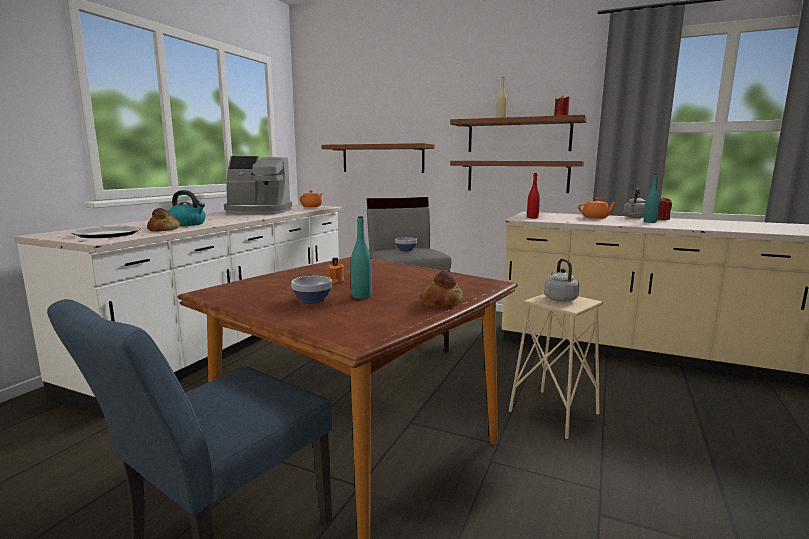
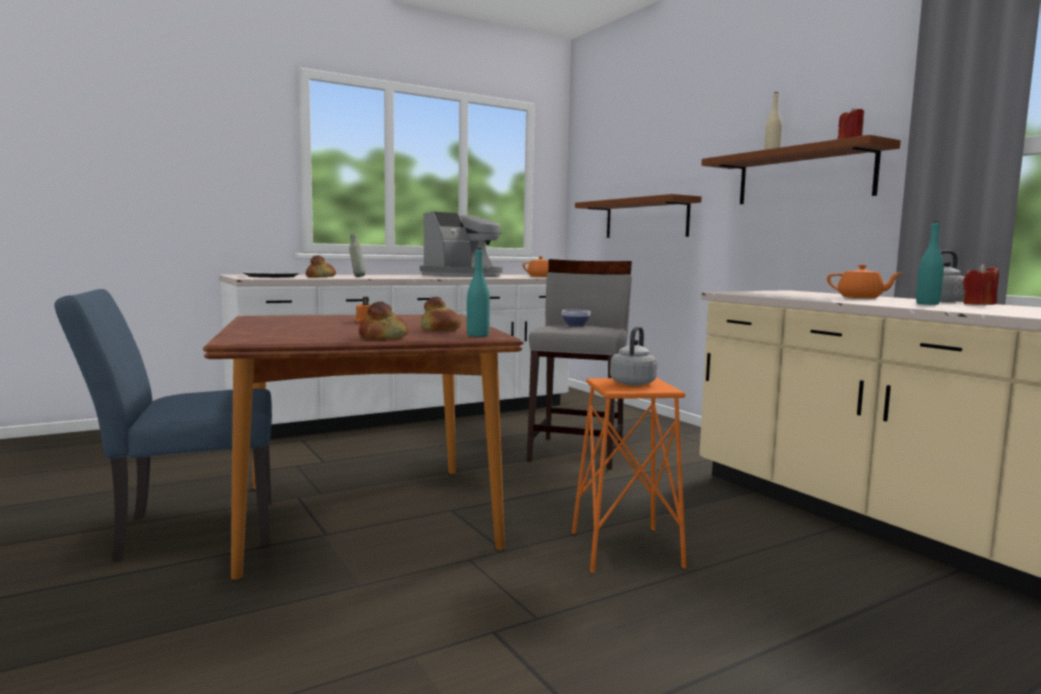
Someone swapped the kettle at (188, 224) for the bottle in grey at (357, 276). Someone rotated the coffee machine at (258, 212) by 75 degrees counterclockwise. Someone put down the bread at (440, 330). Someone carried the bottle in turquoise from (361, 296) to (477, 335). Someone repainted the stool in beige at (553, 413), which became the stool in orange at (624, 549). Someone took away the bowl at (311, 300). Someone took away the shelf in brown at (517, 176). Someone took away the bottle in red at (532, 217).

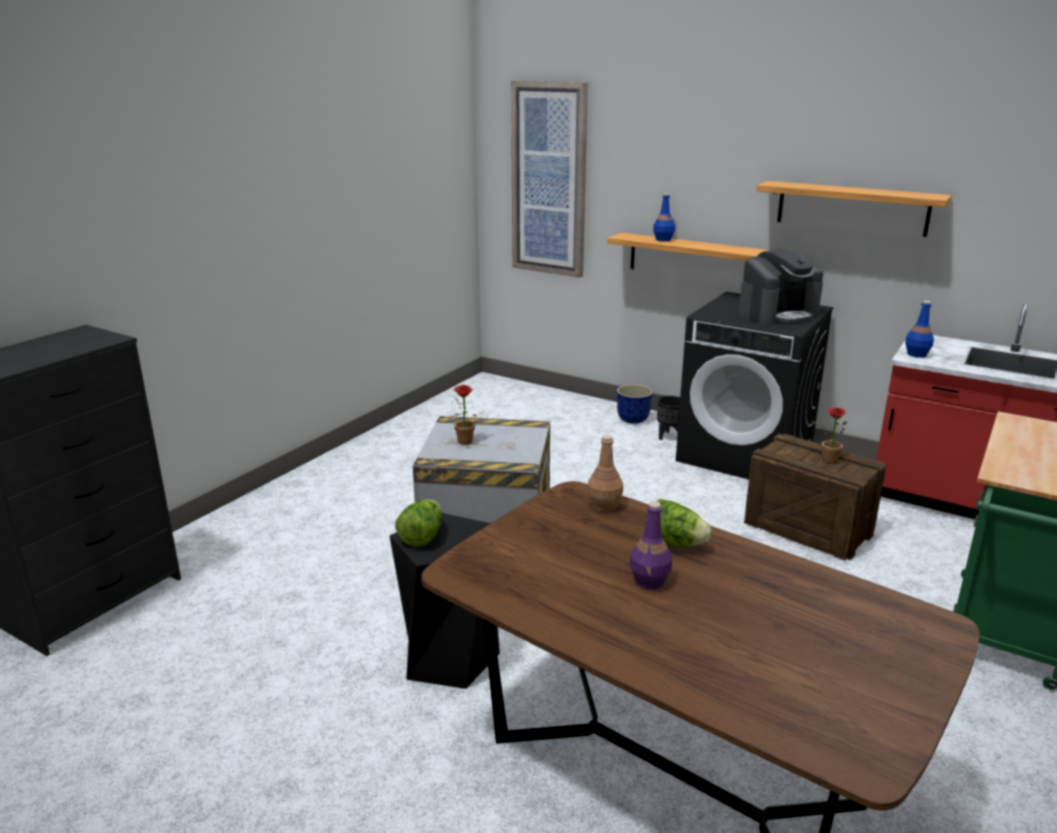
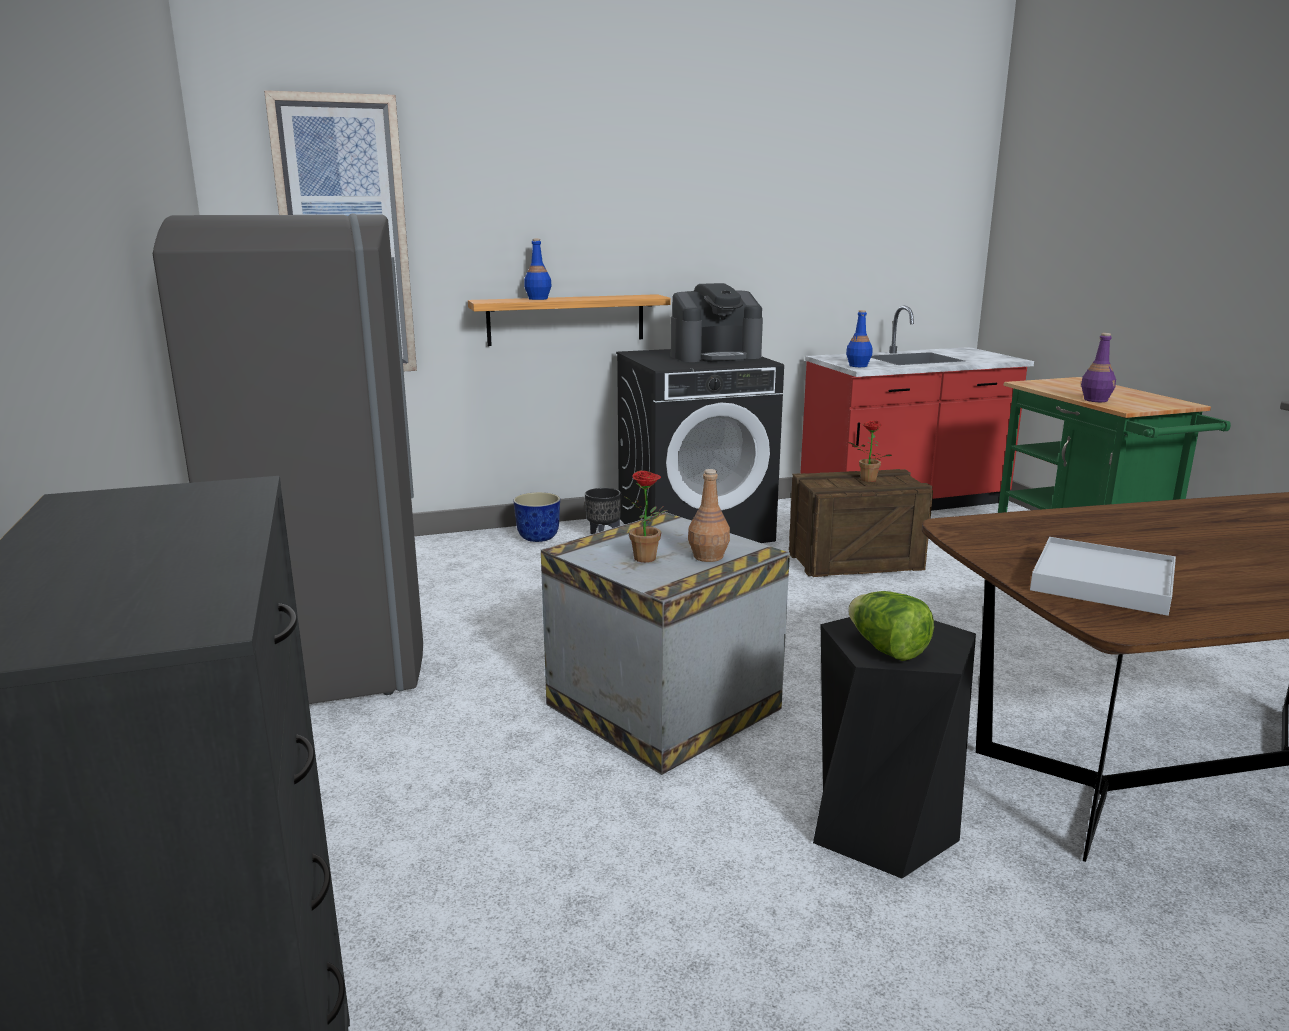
Someone put down the fridge in grey at (329, 655). Someone rotated the coffee machine at (778, 314) by 60 degrees clockwise. Someone carried the bottle in brown from (604, 505) to (708, 557). Someone put down the tray in white at (1103, 582). Someone carried the bottle in purple from (650, 581) to (1095, 400). Someone took away the lettuce at (674, 544). Someone took away the shelf at (852, 208).

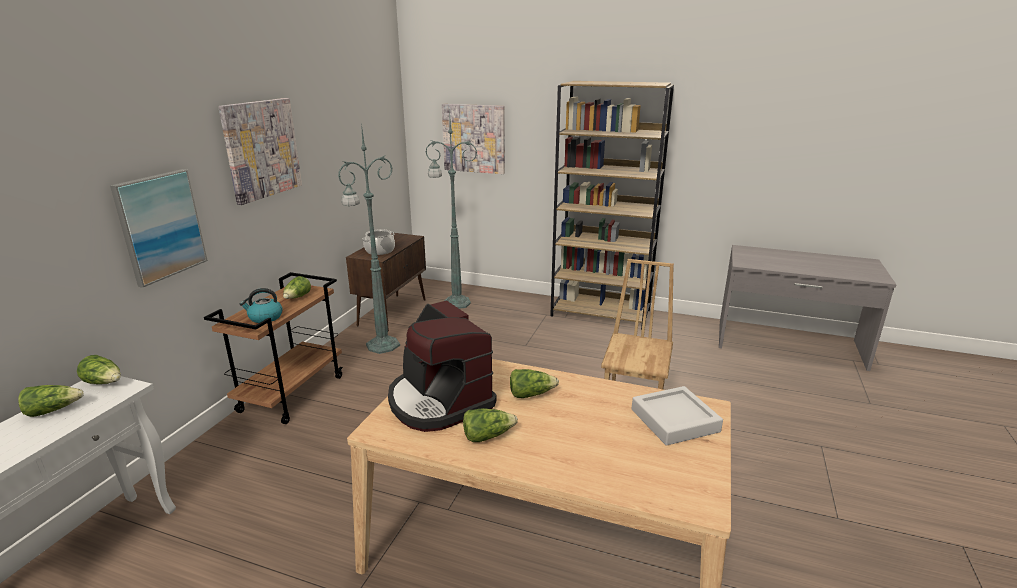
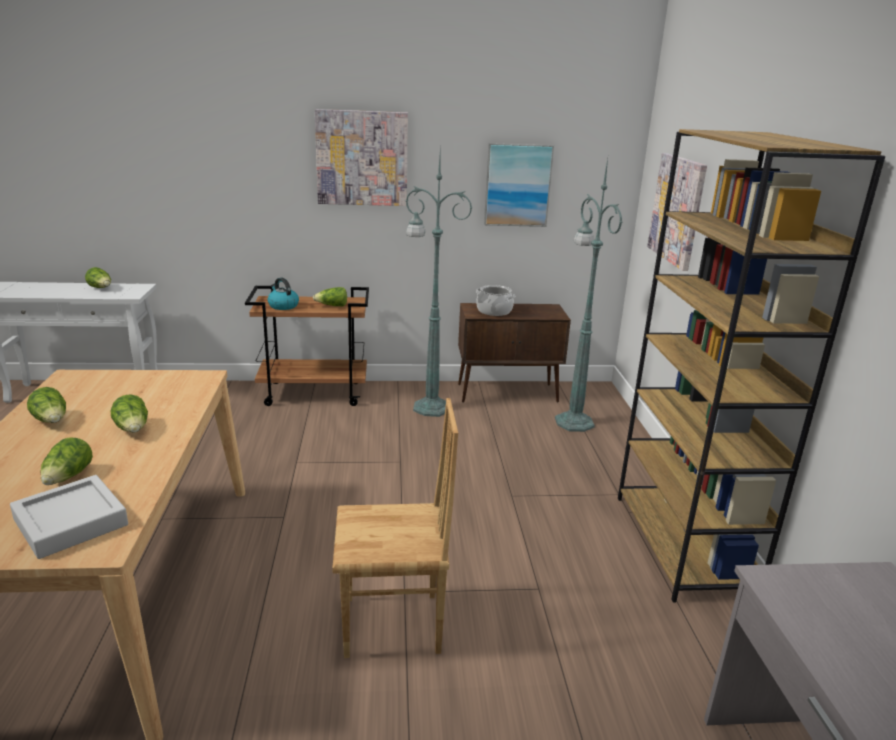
Someone carried the lettuce from (104, 382) to (68, 477). Someone carried the picture from (160, 226) to (517, 185). Someone took away the coffee machine at (439, 401).

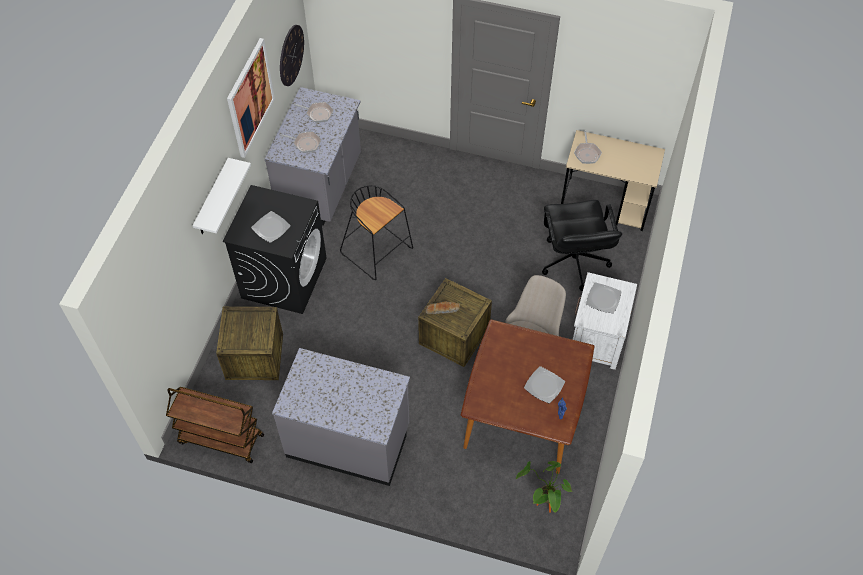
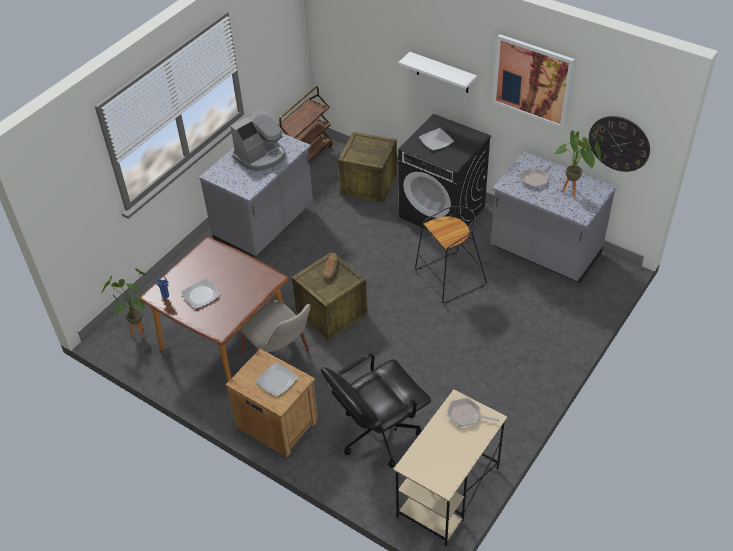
Someone repainted the nightstand in white at (596, 339), which became the nightstand in brown at (276, 423). Someone put down the coffee machine at (261, 156). Someone rotated the office chair in black at (573, 262) by 45 degrees counterclockwise. Someone swapped the frying pan at (318, 113) for the potted plant at (574, 193).

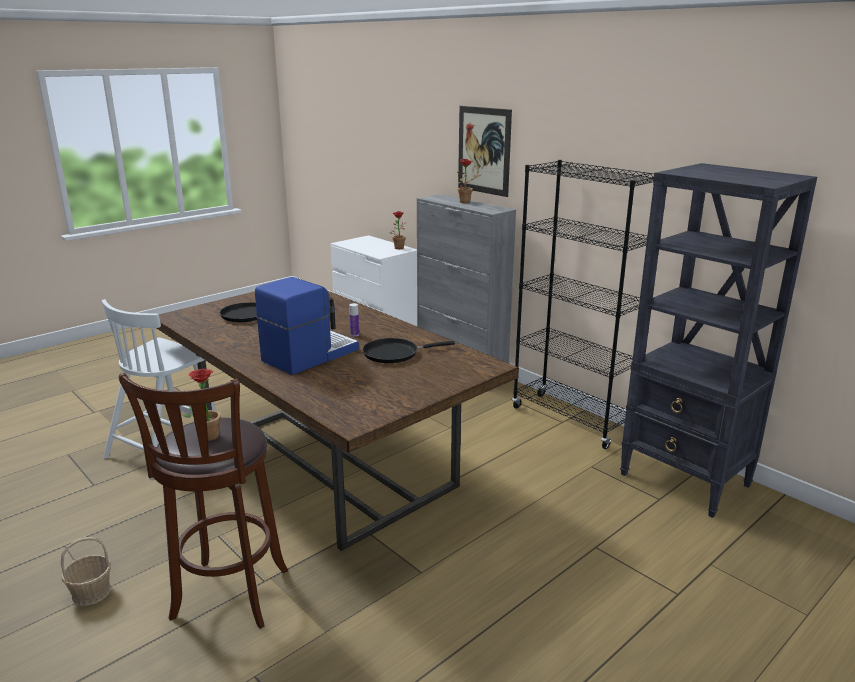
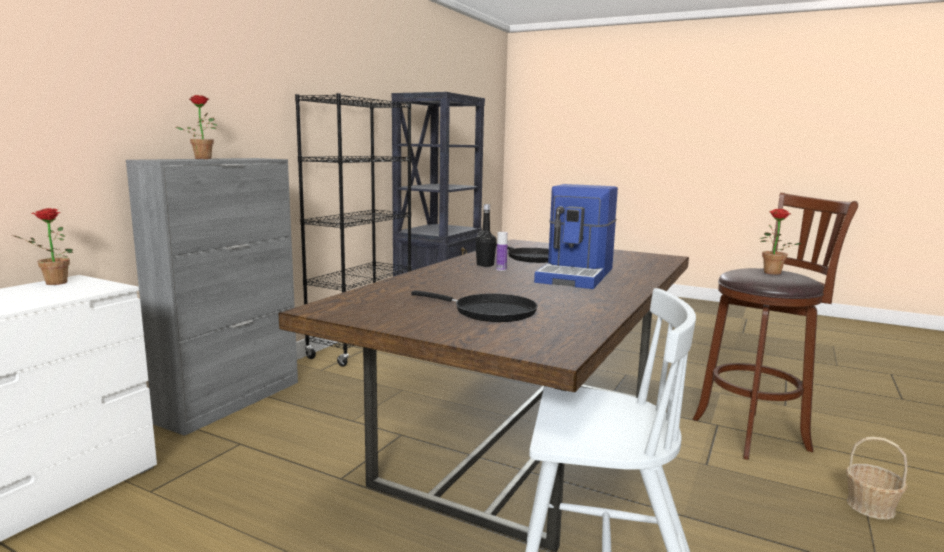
Someone put down the bottle in black at (485, 265). Someone rotated the coffee machine at (309, 355) by 90 degrees counterclockwise. Someone took away the picture at (484, 150).

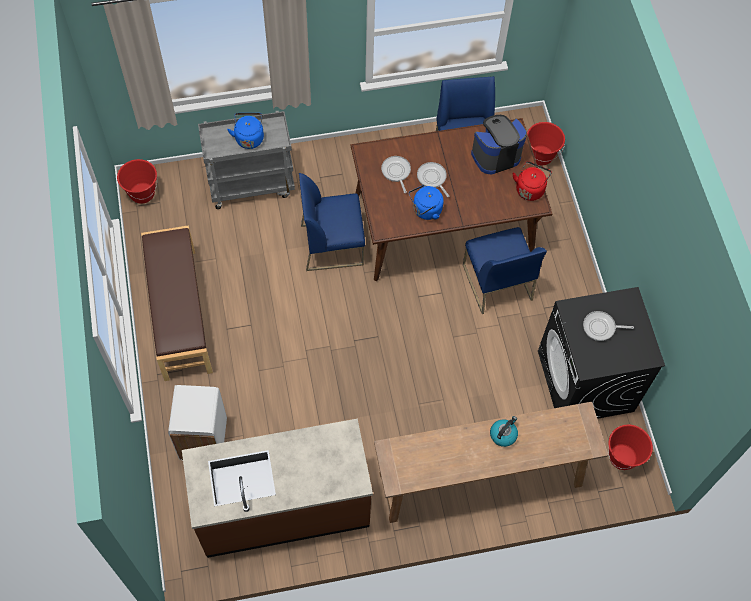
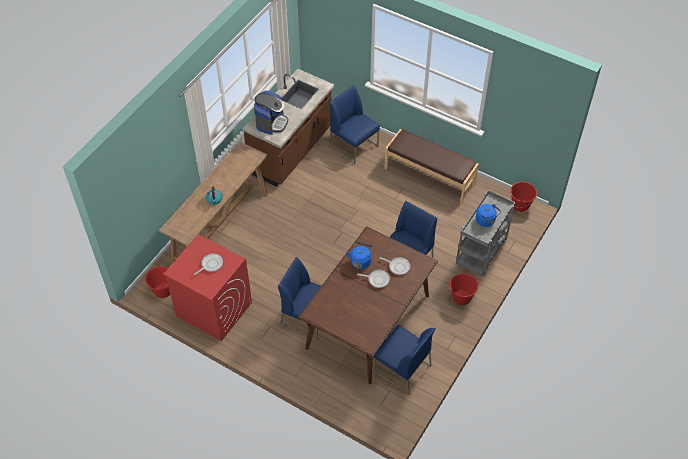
Someone repainted the washing machine in black at (585, 381), which became the washing machine in red at (213, 309). Someone carried the coffee machine from (495, 155) to (271, 122). Someone swapped the trash can in white at (203, 440) for the chair in blue at (354, 145). Someone carried the bucket in red from (541, 155) to (461, 298). Someone took away the kettle in red at (530, 188).

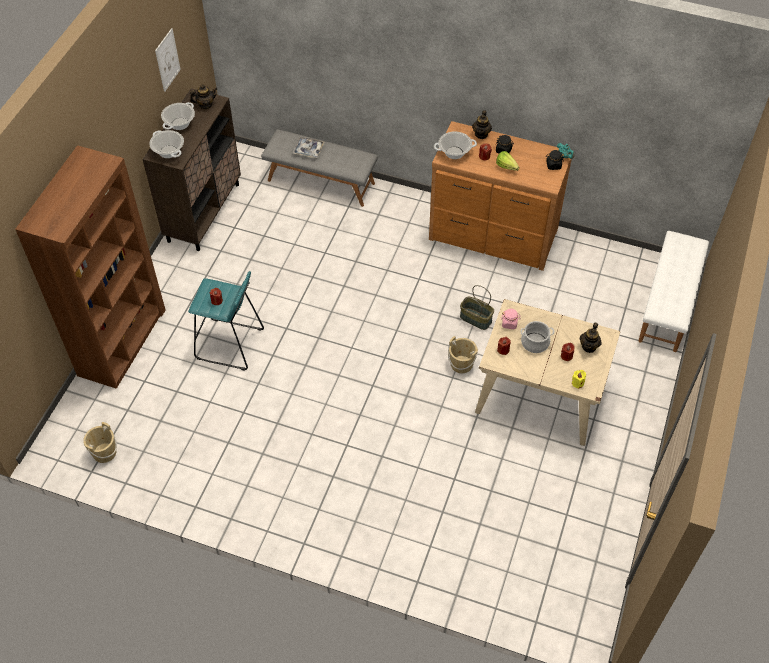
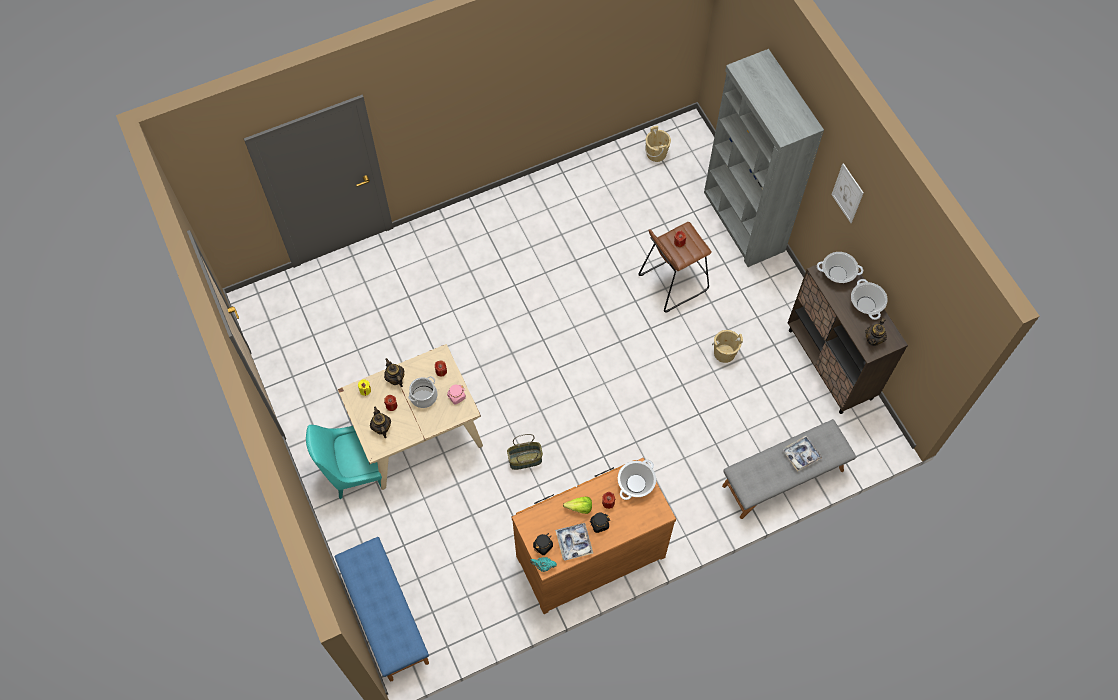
Someone put down the chair in turquoise at (354, 471). Someone repainted the bench in white at (669, 304), which became the bench in blue at (385, 616). Someone carried the teapot from (481, 134) to (395, 378). Someone put down the tray at (574, 543). Someone repainted the stool in turquoise at (230, 344), which became the stool in brown at (672, 282). Someone repainted the bookcase in brown at (122, 342), which became the bookcase in grey at (743, 222). Someone carried the bucket in beige from (461, 364) to (724, 353). Someone carried the picture from (167, 60) to (847, 193).

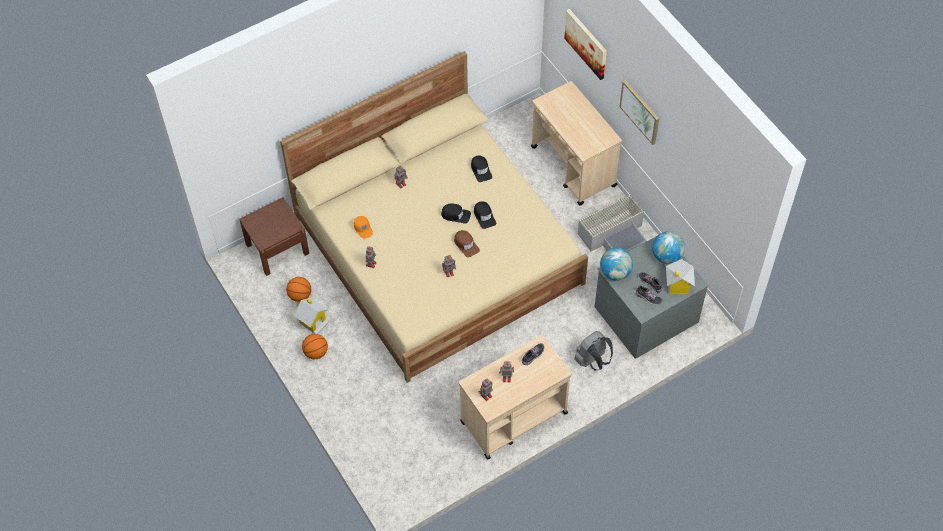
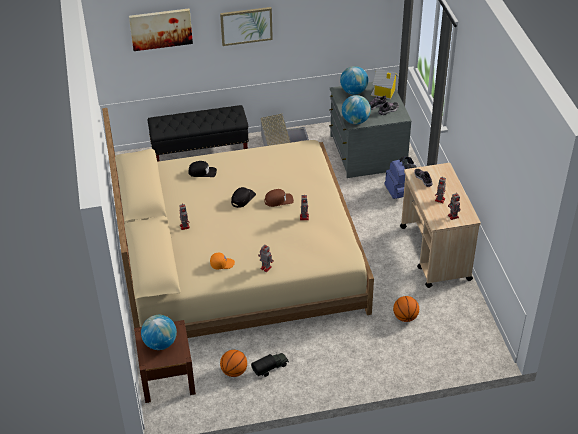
Someone put down the globe at (160, 343). Someone swapped the cart in beige at (573, 167) for the bench in black at (200, 153). Someone swapped the toy house at (313, 321) for the toy truck at (270, 368). Someone repainted the backpack in grey at (592, 361), which became the backpack in blue at (398, 192). Someone carried the basketball from (316, 352) to (405, 317). Someone took away the cap in black at (484, 216).

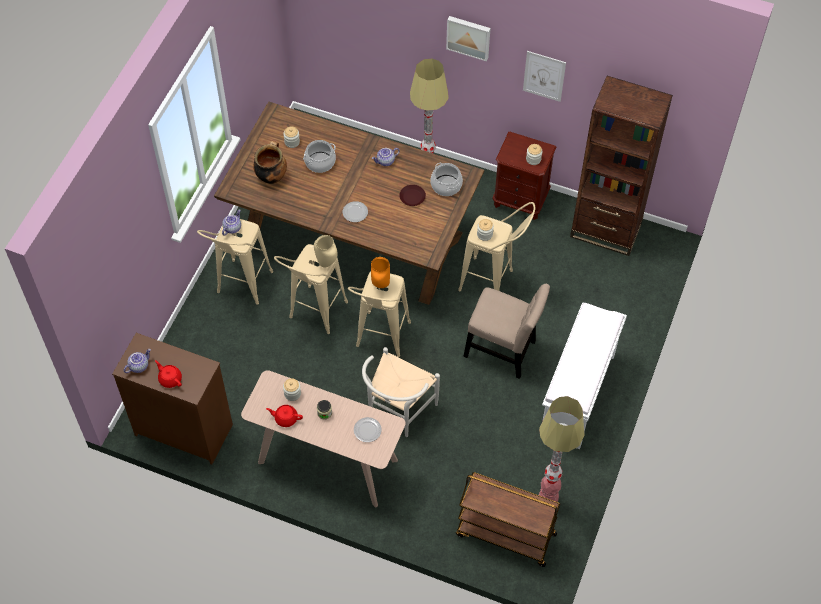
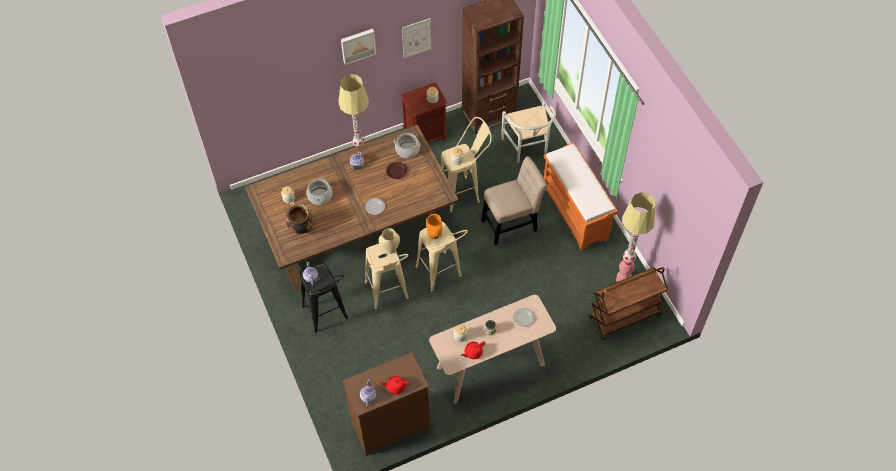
Someone repainted the stool in beige at (241, 289), which became the stool in black at (328, 318). Someone carried the chair in white from (397, 412) to (527, 149). Someone repainted the bench in white at (577, 395), which became the bench in orange at (575, 213).

